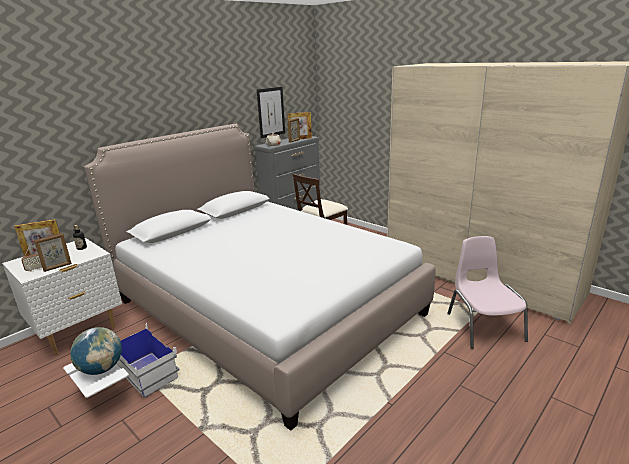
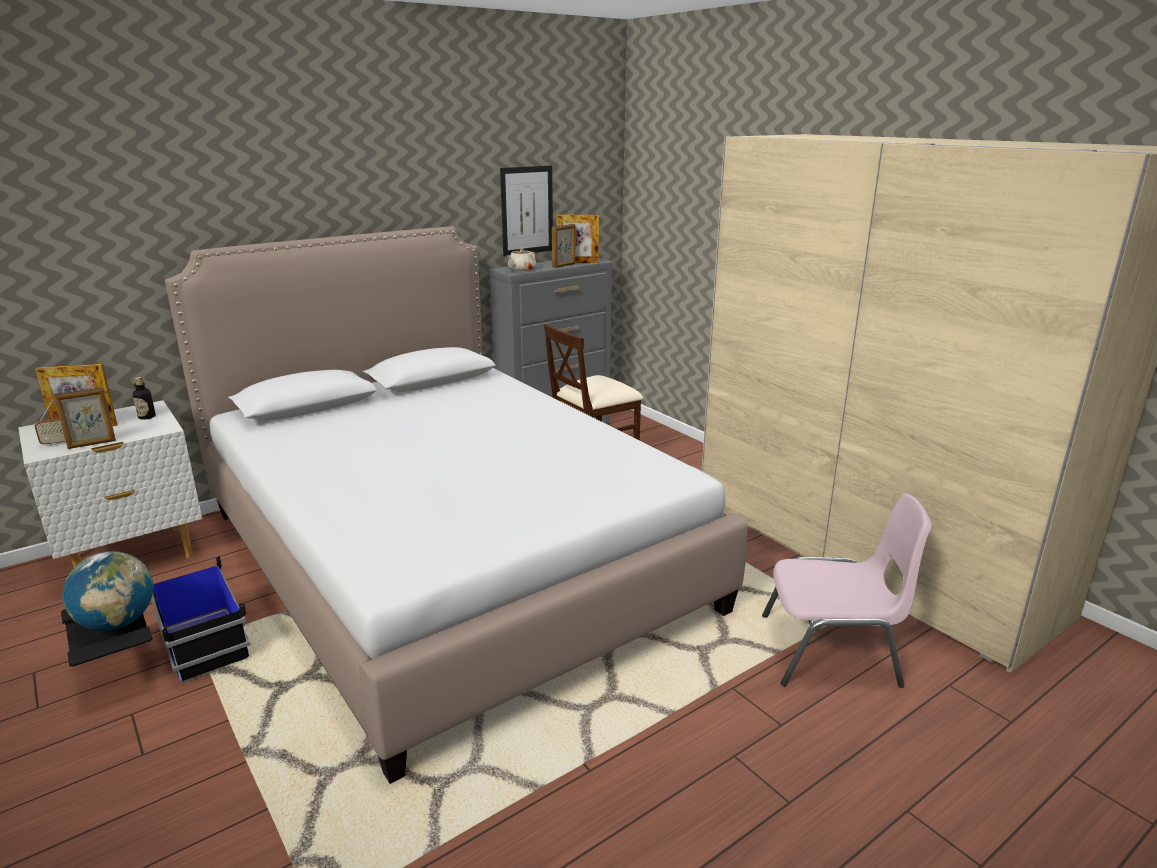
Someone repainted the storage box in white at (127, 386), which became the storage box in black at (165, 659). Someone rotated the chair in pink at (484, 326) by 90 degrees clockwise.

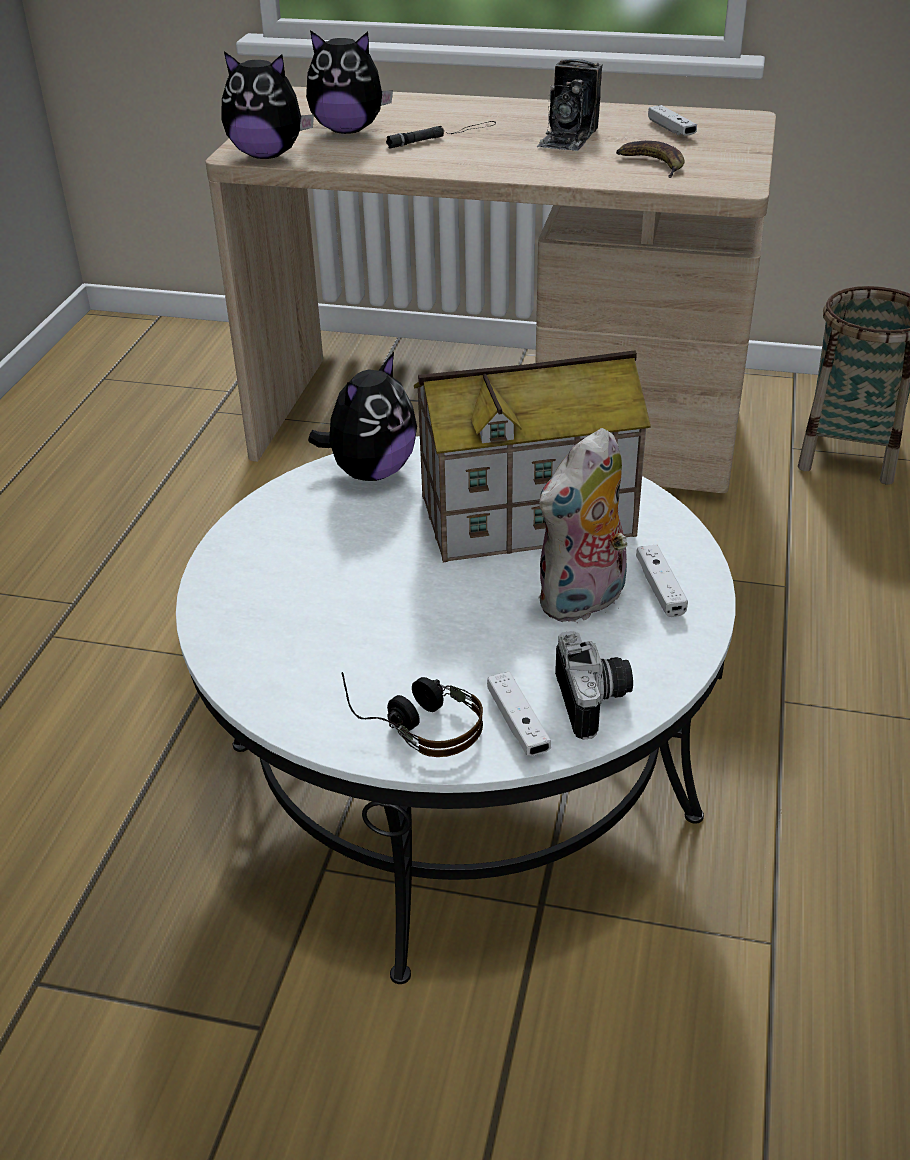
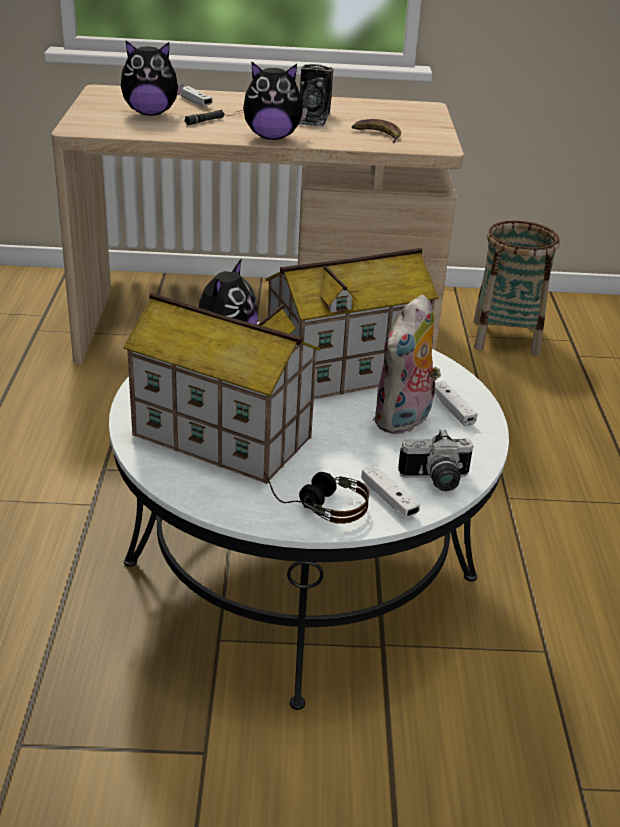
Someone put down the toy house at (220, 436). Someone carried the game controller in white from (671, 129) to (195, 102). Someone carried the plush toy from (267, 155) to (272, 137). Someone rotated the photo camera at (596, 701) by 105 degrees clockwise.

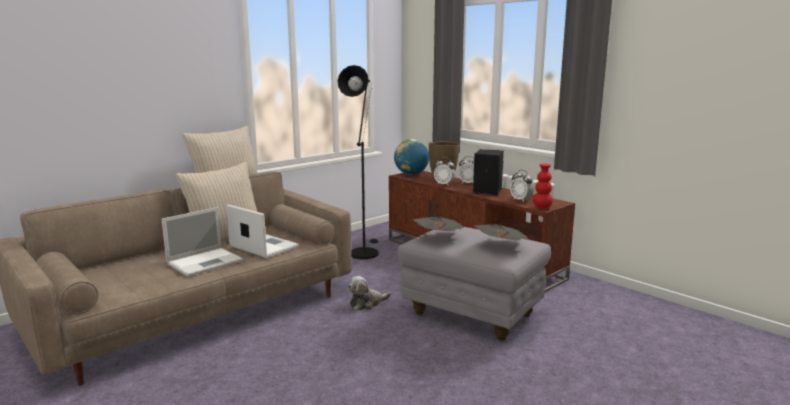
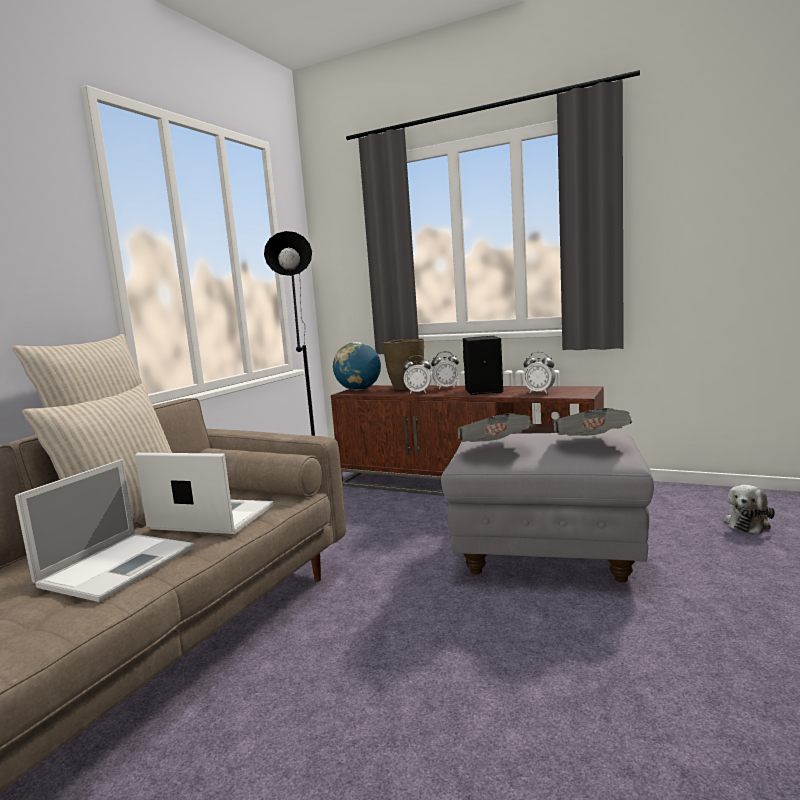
Someone carried the plush toy from (367, 303) to (748, 523). Someone took away the vase in red at (542, 208).

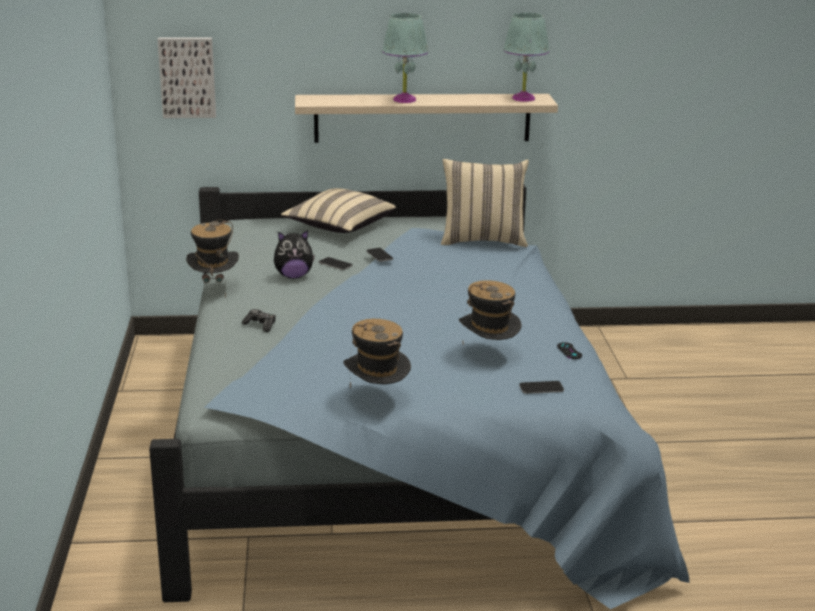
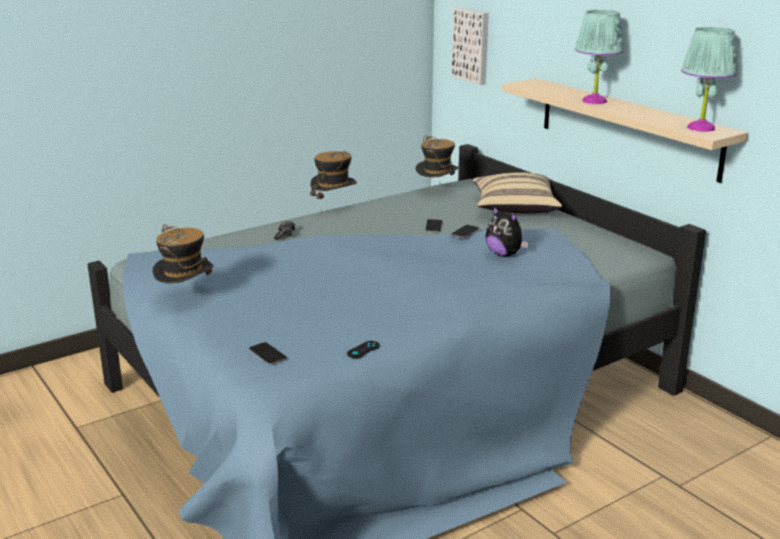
Someone carried the hat from (488, 355) to (437, 192). Someone carried the plush toy from (293, 276) to (504, 254). Someone took away the pillow in beige at (483, 241).

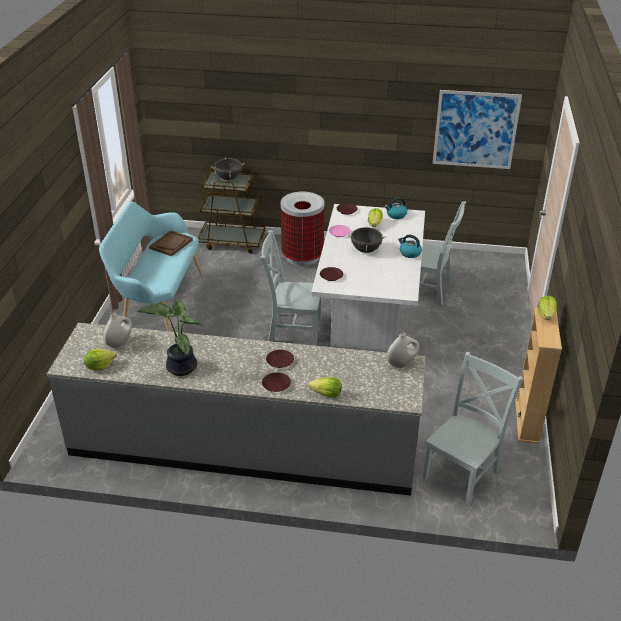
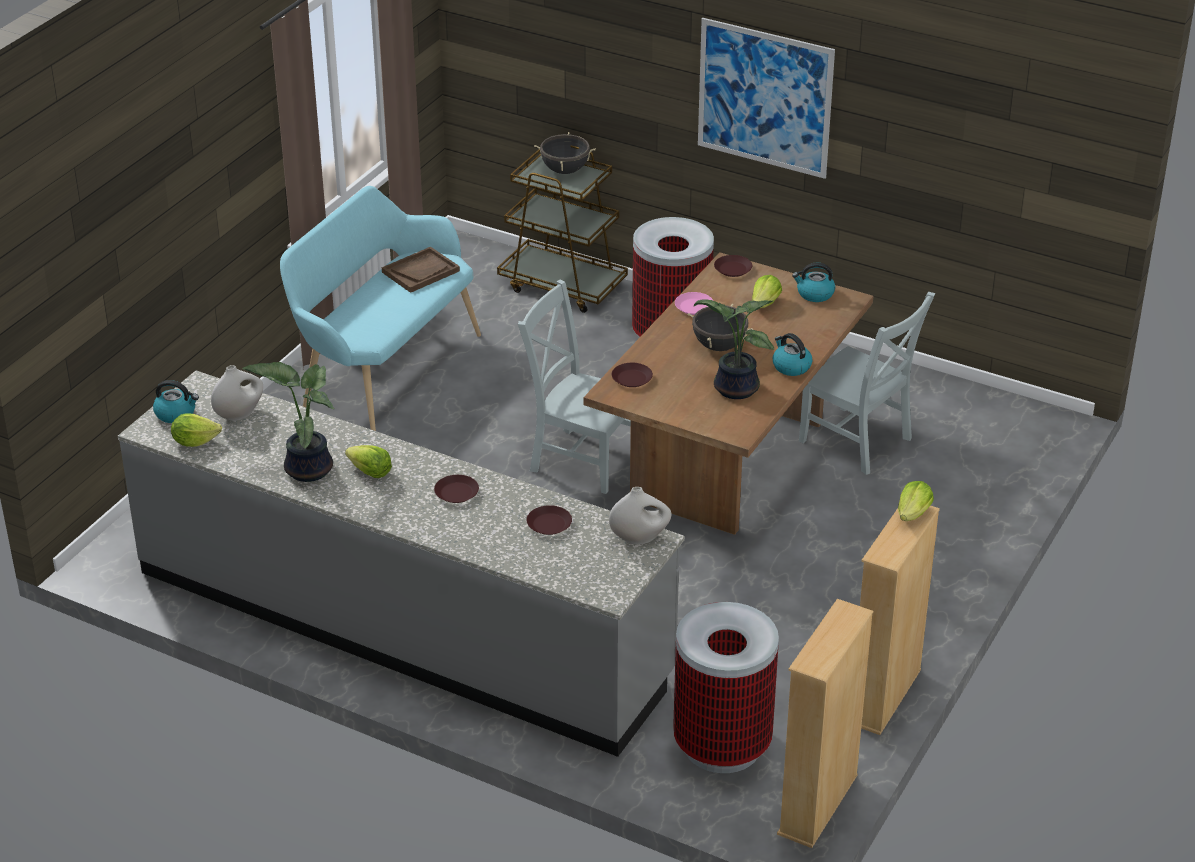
Someone put down the kettle at (176, 413). Someone carried the lettuce from (326, 394) to (370, 472). Someone carried the plate in brown from (276, 384) to (549, 524). Someone repainted the dining table in white at (369, 313), which became the dining table in brown at (728, 461). Someone swapped the chair in grey at (463, 472) for the trash can at (722, 745). Someone put down the potted plant at (733, 389). Someone carried the picture from (475, 130) to (764, 98). Someone put down the bookcase in beige at (818, 805).

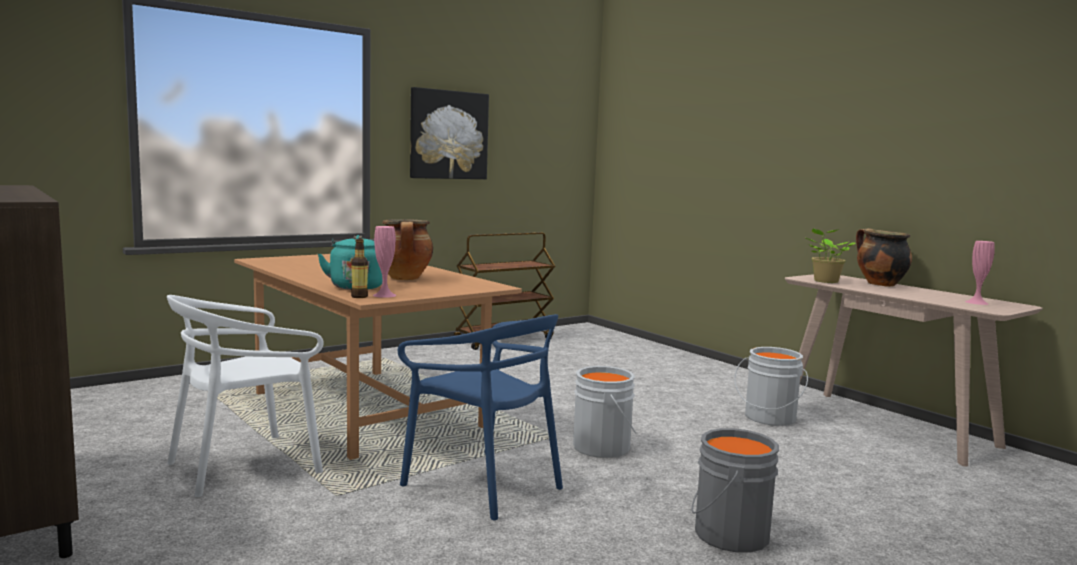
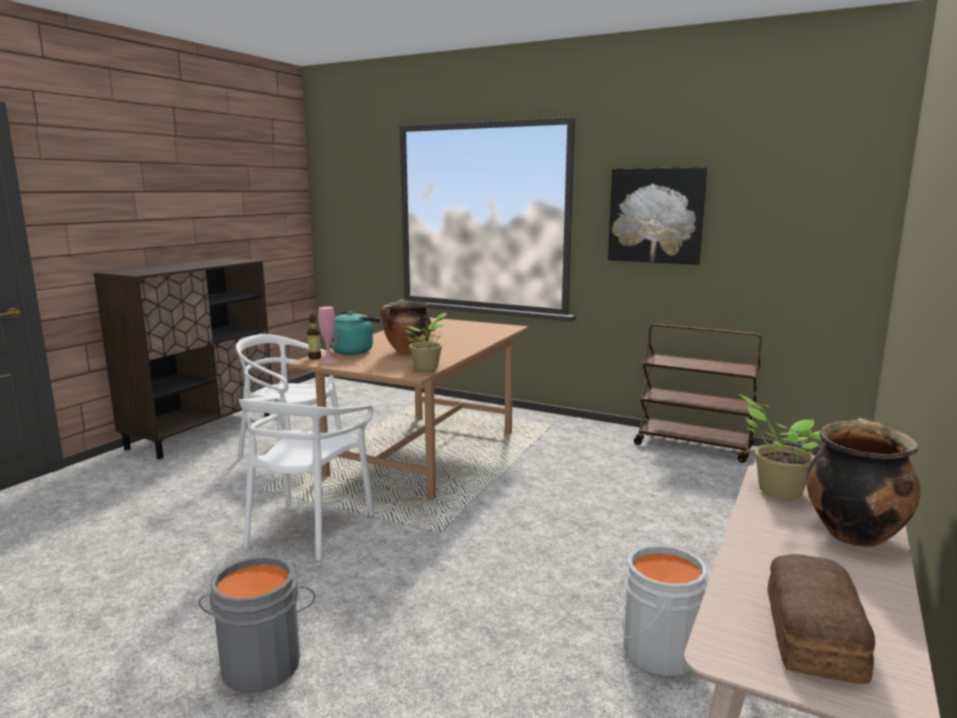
Someone repainted the chair in blue at (483, 484), which became the chair in white at (308, 529). Someone put down the potted plant at (427, 368). Someone swapped the vase in pink at (976, 302) for the bread at (811, 636). Someone took away the bucket in grey at (604, 447).

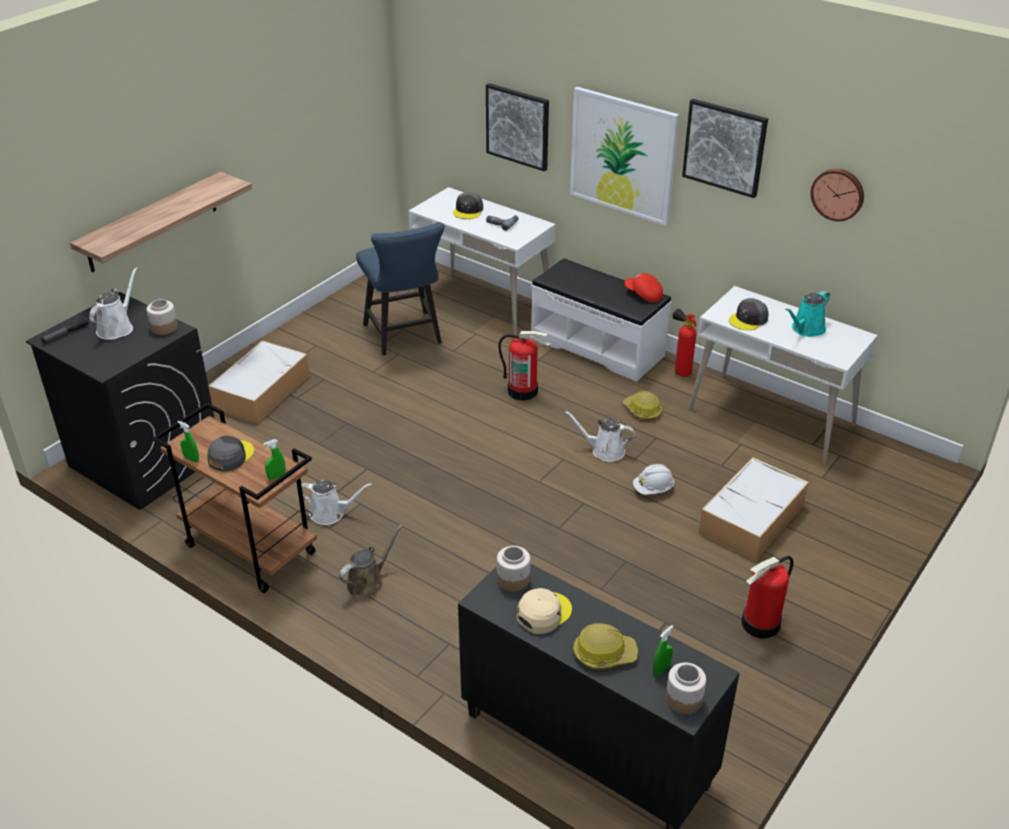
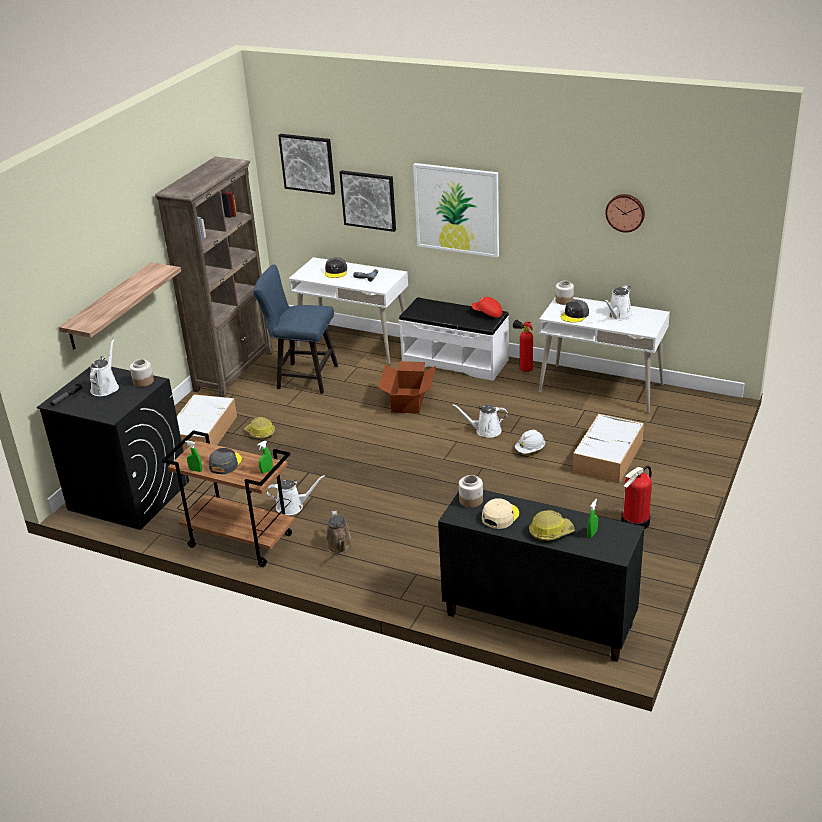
Someone put down the bookcase in brown at (234, 371). Someone carried the hard hat from (642, 410) to (260, 433). Someone rotated the chair in blue at (405, 337) by 135 degrees clockwise. Someone carried the picture from (724, 147) to (307, 163). Someone rotated the watering can in brown at (368, 582) by 135 degrees clockwise. Someone swapped the fire extinguisher at (523, 391) for the cardboard box at (409, 400). Someone carried the jar from (684, 699) to (564, 300). Someone repainted the watering can in turquoise at (806, 329), which became the watering can in white at (618, 315).

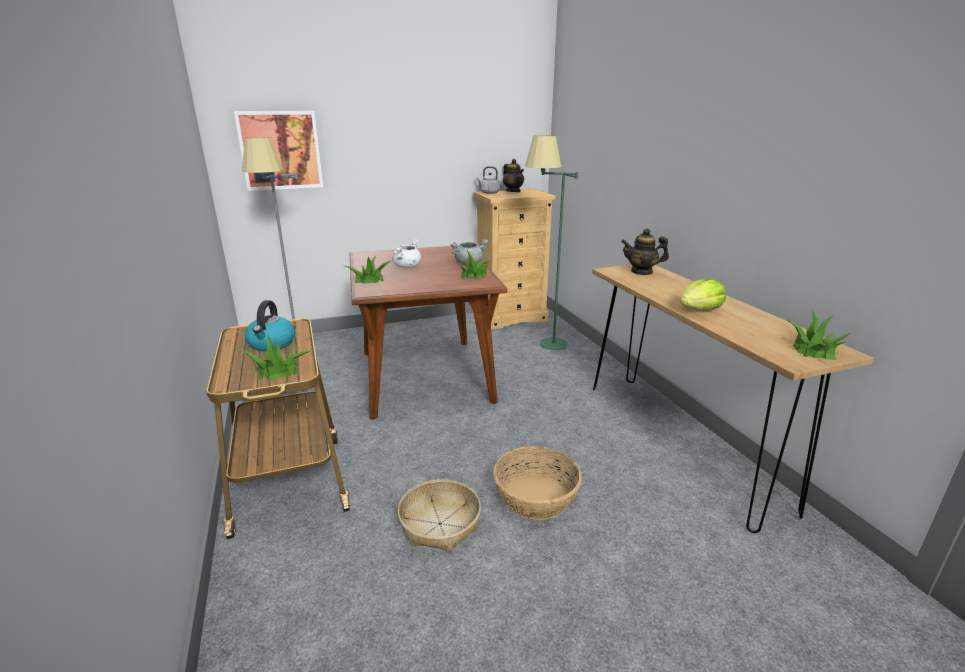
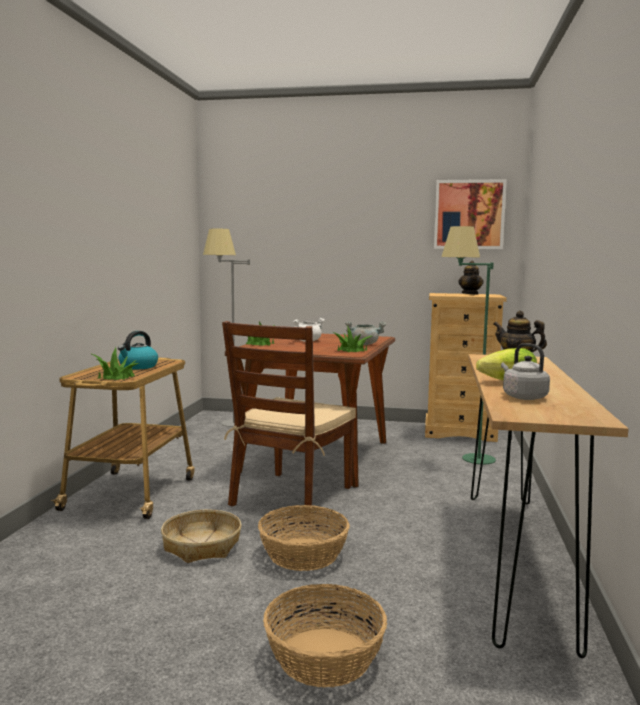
Someone put down the chair in brown at (291, 496). Someone put down the basket at (324, 657). Someone carried the picture from (280, 150) to (469, 214). Someone carried the kettle in grey from (488, 192) to (522, 397). Someone took away the potted plant at (814, 350).

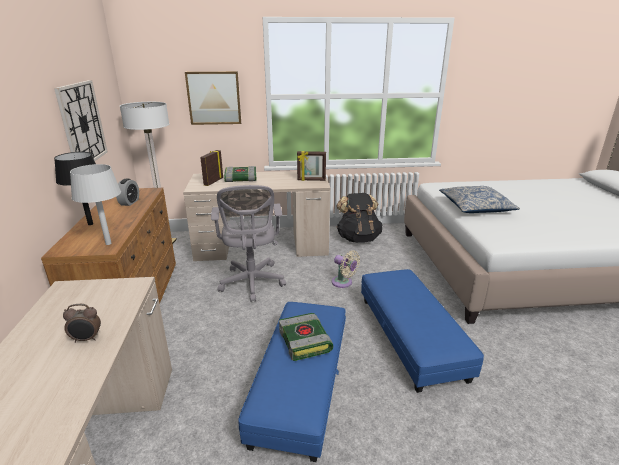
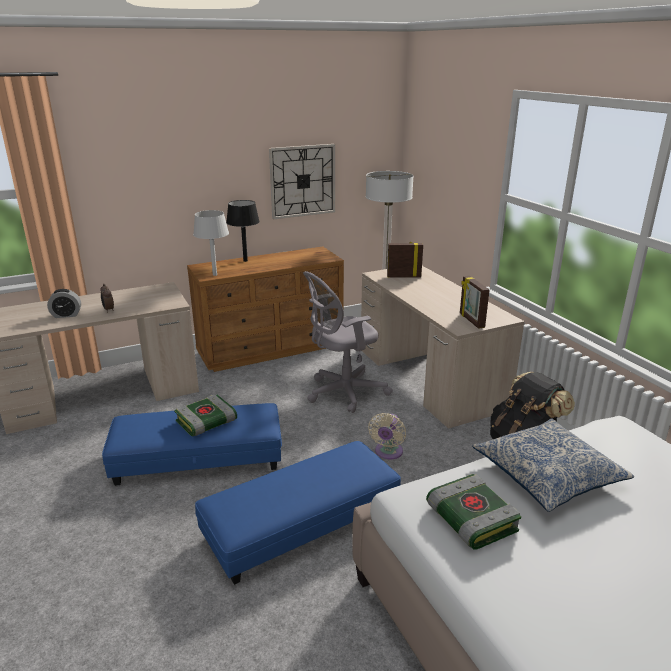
Someone carried the alarm clock from (129, 202) to (66, 315). Someone carried the book from (240, 179) to (469, 518). Someone took away the picture at (214, 98).

